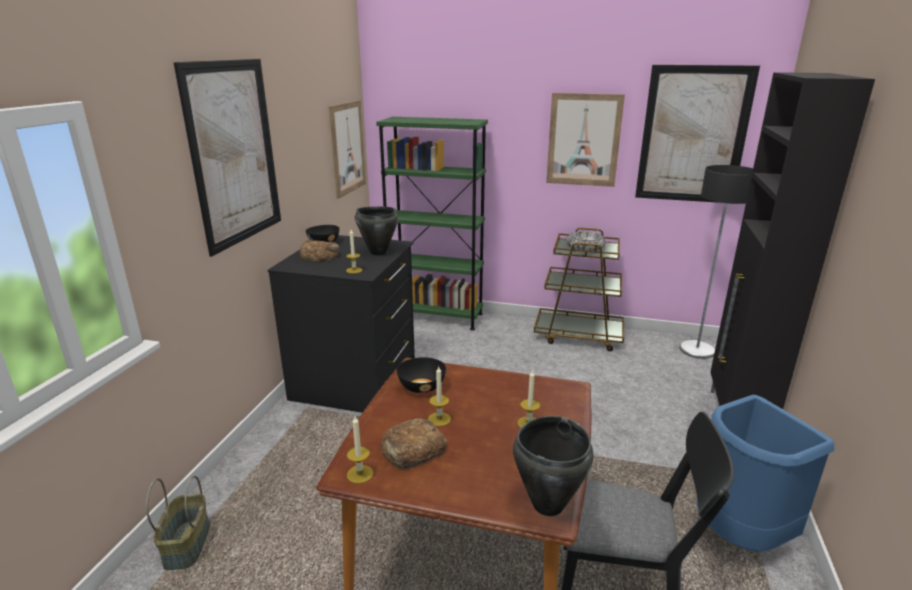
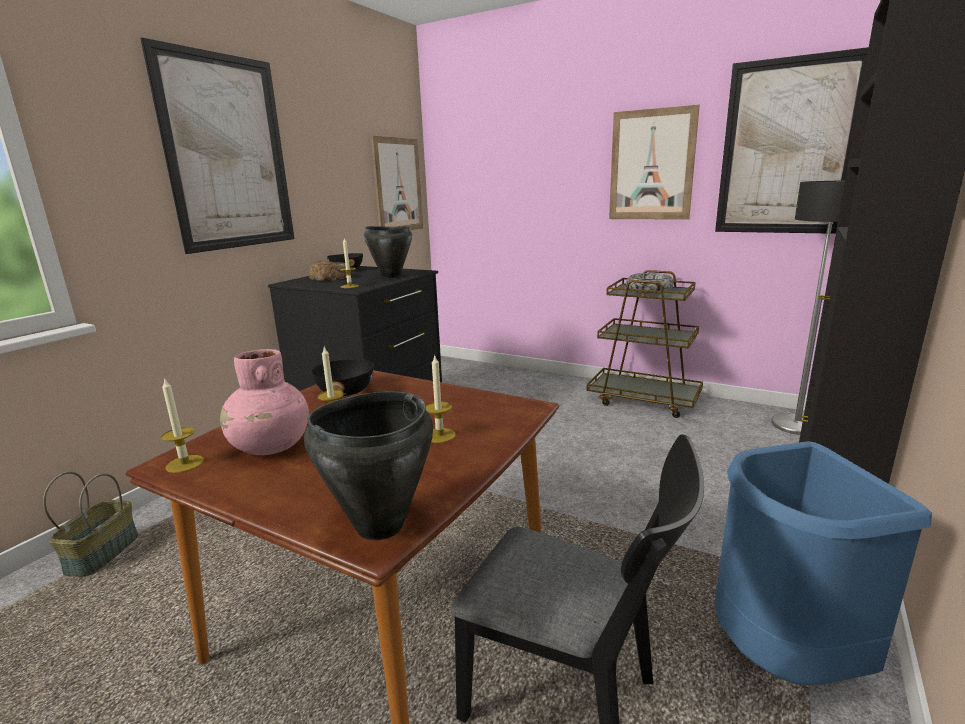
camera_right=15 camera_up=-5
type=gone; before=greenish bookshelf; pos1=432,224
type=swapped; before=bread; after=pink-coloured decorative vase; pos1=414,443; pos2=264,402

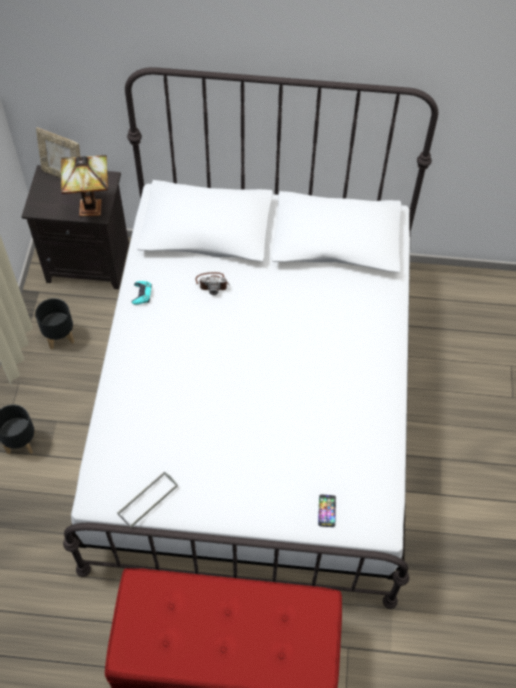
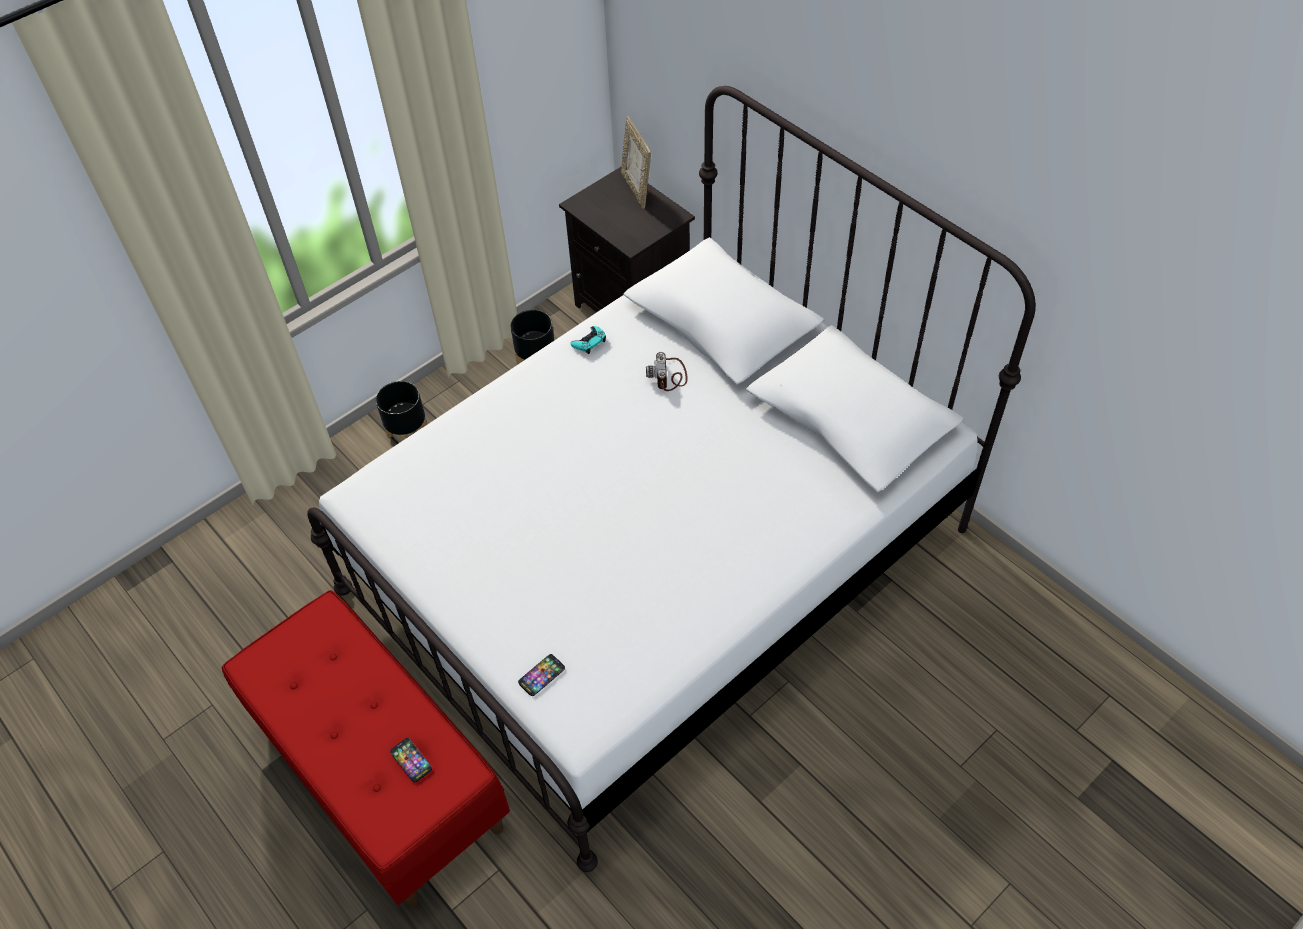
camera_right=45 camera_up=-5
type=gone; before=table lamp; pos1=84,186
type=gone; before=gray serving tray; pos1=147,499
type=rotated; before=photo camera; pos1=212,283; pos2=667,371; turn=45
type=new; after=phone; pos2=411,760

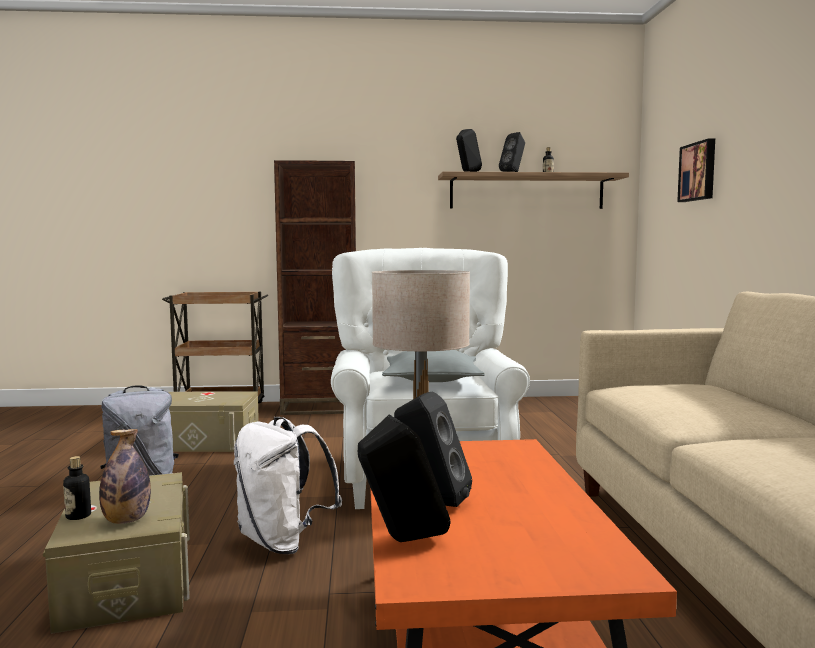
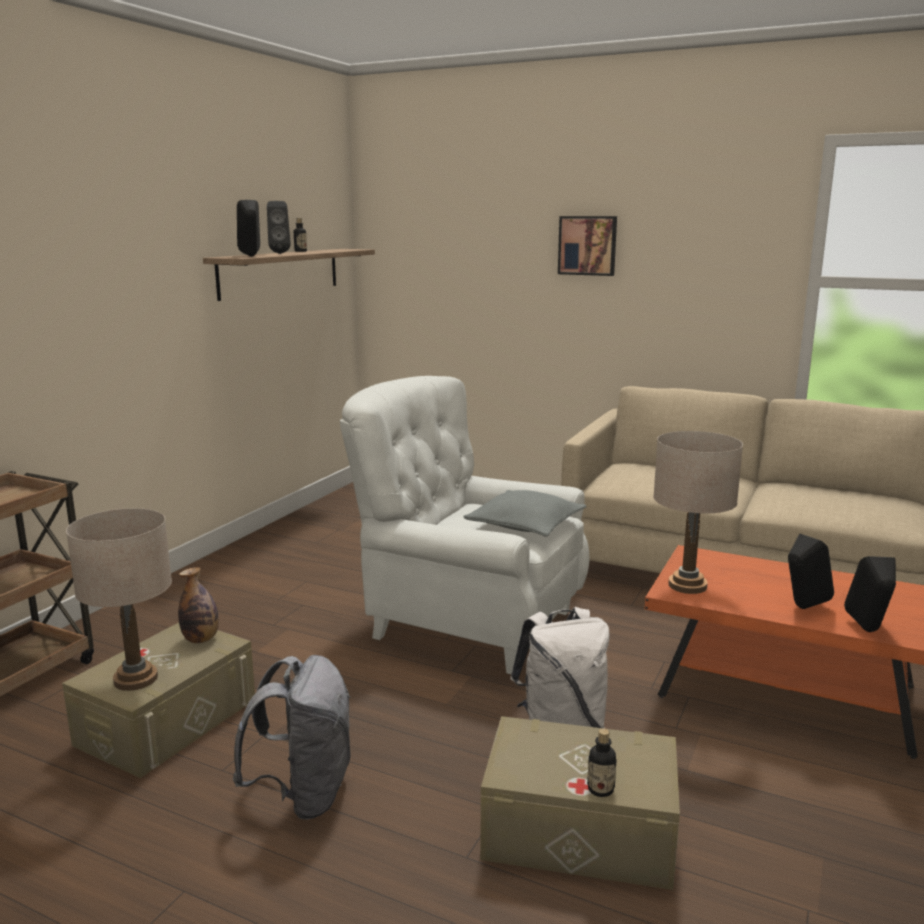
camera_right=-60 camera_up=10
type=shifted; before=beverage bottle; pos1=125,476; pos2=198,605
type=gone; before=brownish bookshelf; pos1=315,287
type=shifted; before=wall art; pos1=696,170; pos2=587,246
type=new; after=beige table lamp; pos2=119,599

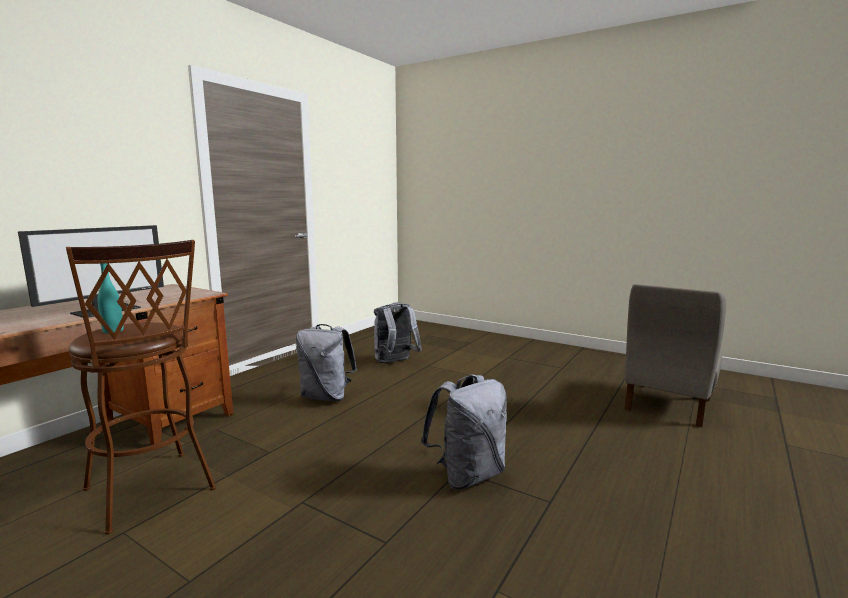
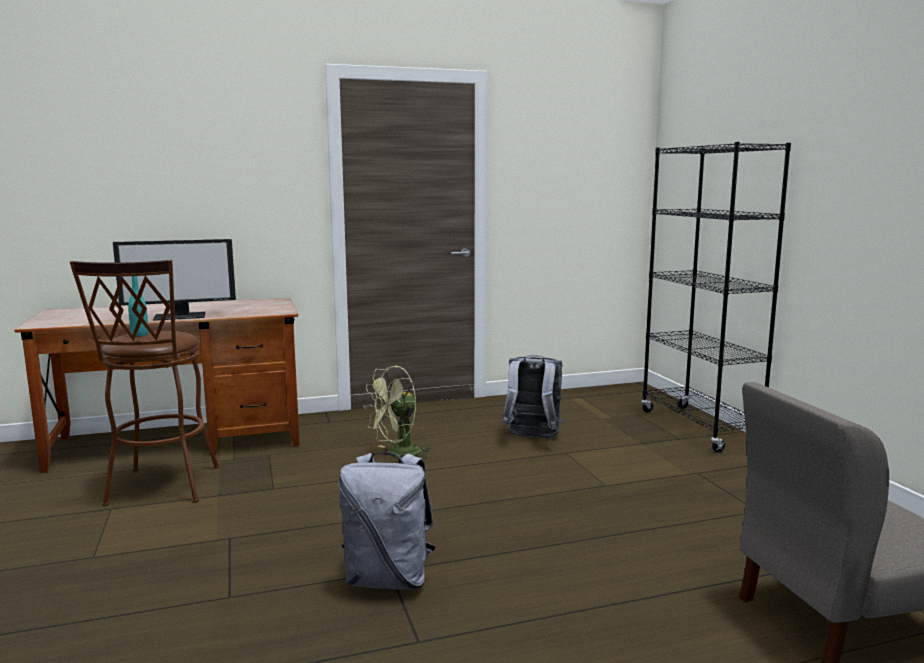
camera_right=40 camera_up=0
type=swapped; before=gray backpack; after=greenish fan; pos1=326,362; pos2=398,412
type=new; after=black-coloured bookshelf; pos2=716,297

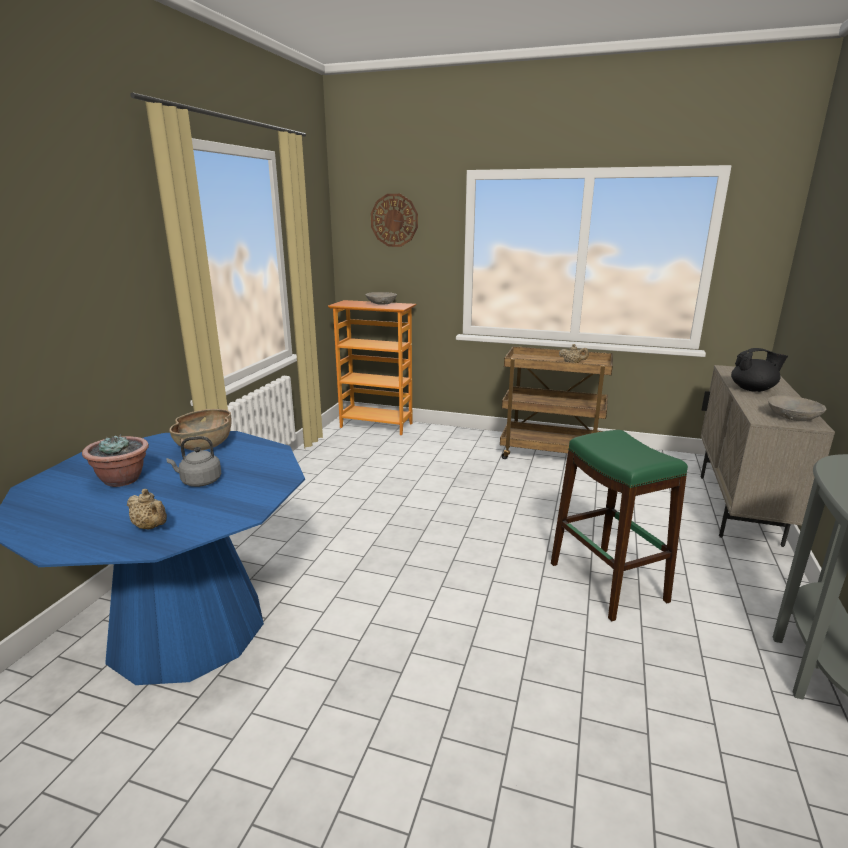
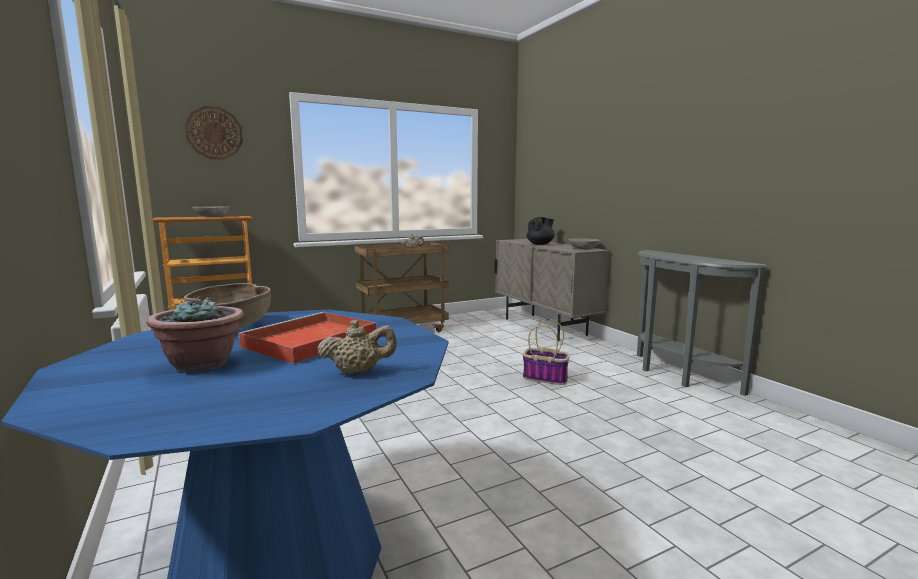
camera_right=-45 camera_up=-10
type=swapped; before=gray water kettle; after=red-coloured serving tray; pos1=193,461; pos2=307,338
type=swapped; before=greenish sitting stool; after=storage basket; pos1=619,525; pos2=546,352

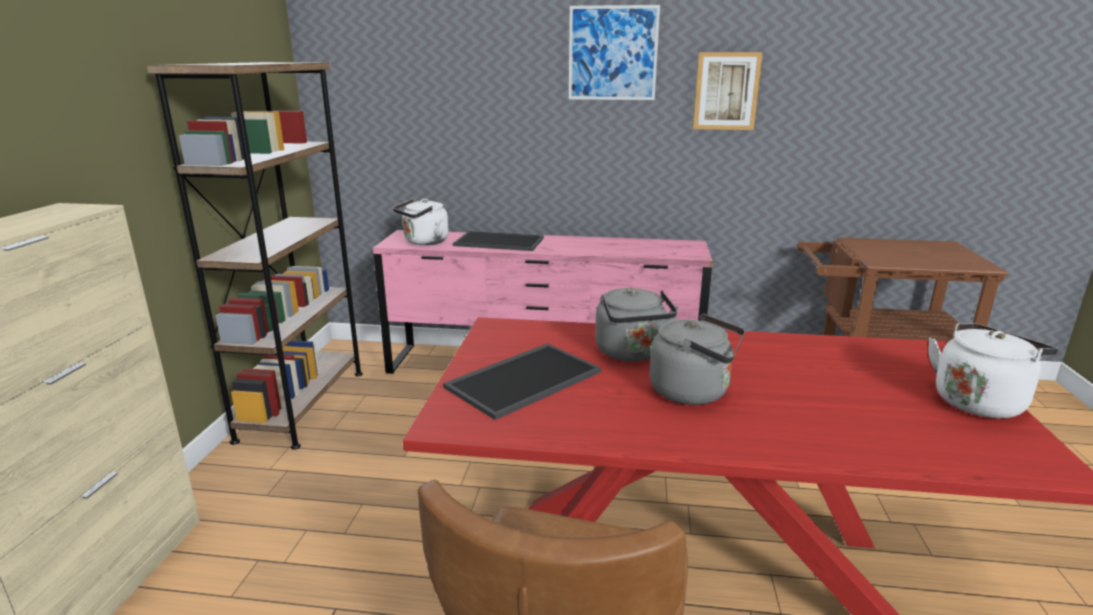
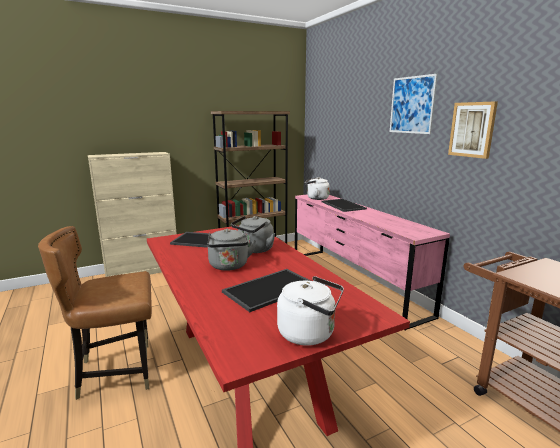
camera_right=55 camera_up=-5
type=new; after=serving tray; pos2=266,290

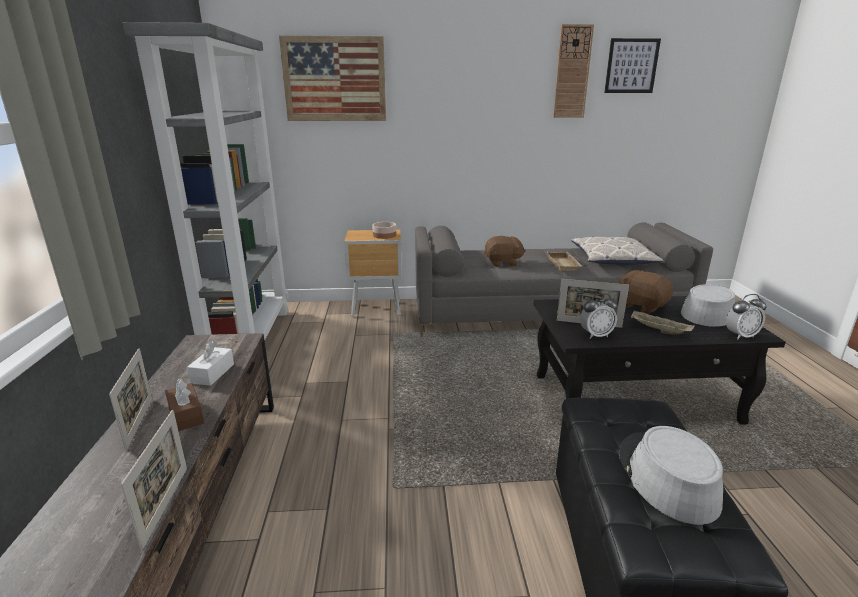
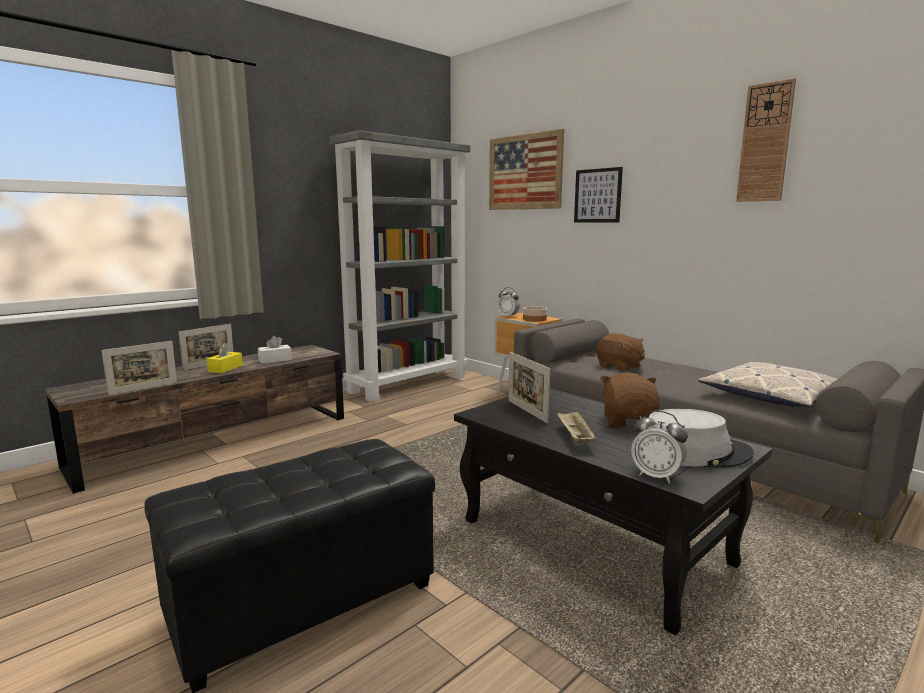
camera_right=50 camera_up=-10
type=repainted; before=brownish tissue holder; after=yellow tissue holder; pos1=184,405; pos2=224,358
type=gone; before=beige serving tray; pos1=565,261
type=shifted; before=table clock; pos1=599,316; pos2=509,302
type=shifted; before=wall art; pos1=632,65; pos2=598,194
type=gone; before=gray wearable hat; pos1=671,475

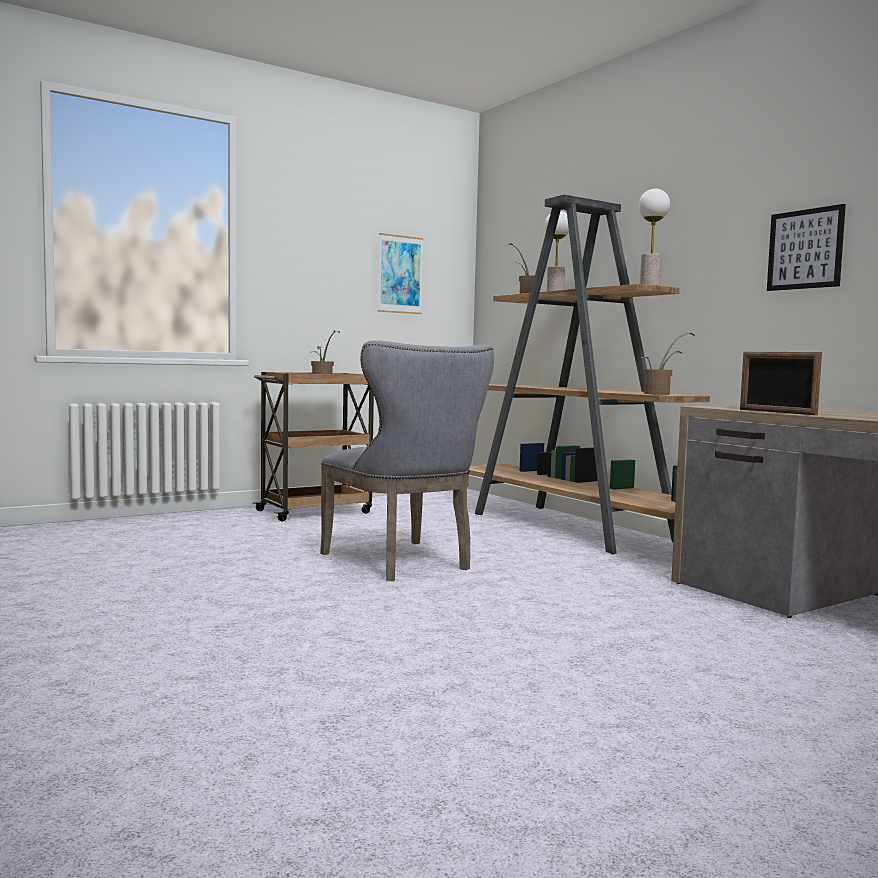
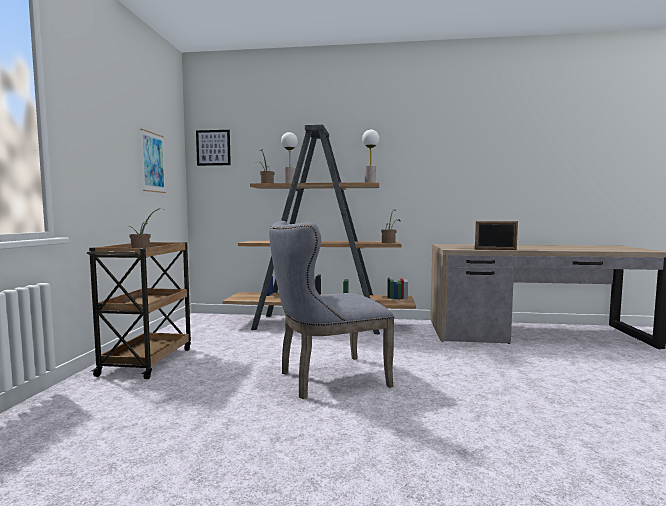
camera_right=-50 camera_up=0
type=rotated; before=gray upright chair; pos1=407,460; pos2=332,310; turn=150
type=shifted; before=wall art; pos1=806,247; pos2=213,148

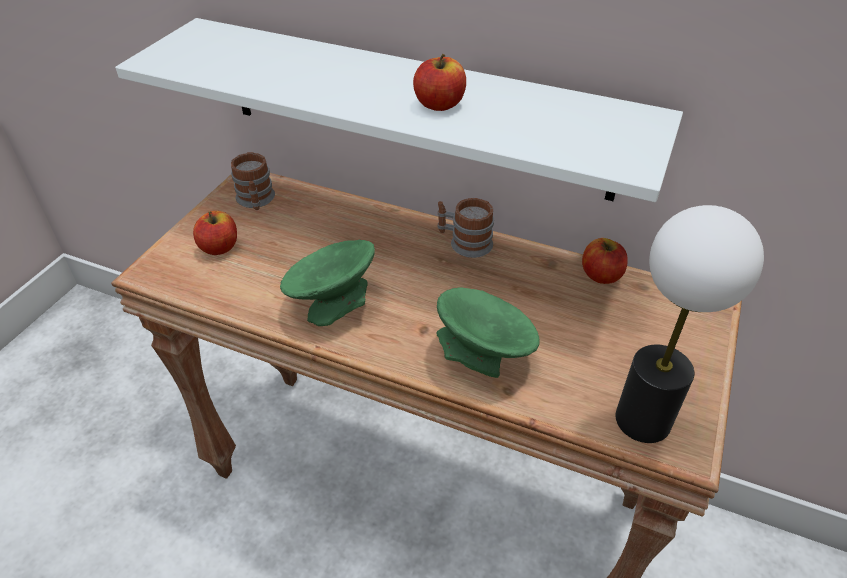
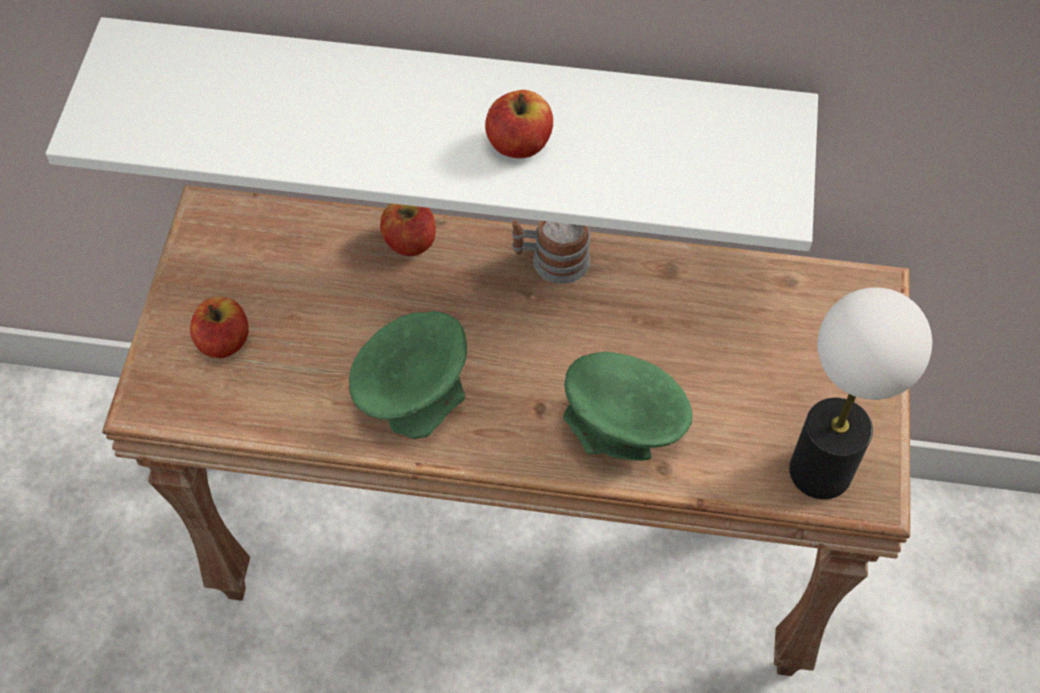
camera_right=-15 camera_up=15
type=gone; before=coffee mug; pos1=253,181
type=shifted; before=apple fruit; pos1=605,261; pos2=408,229

